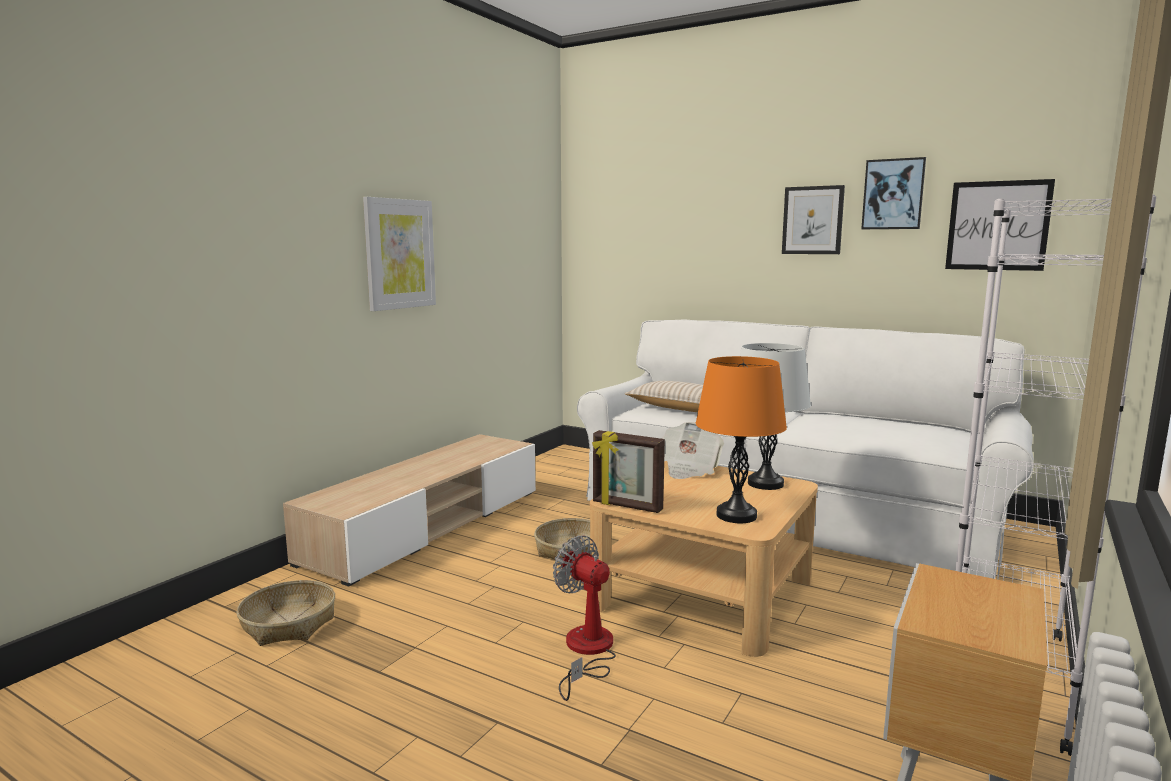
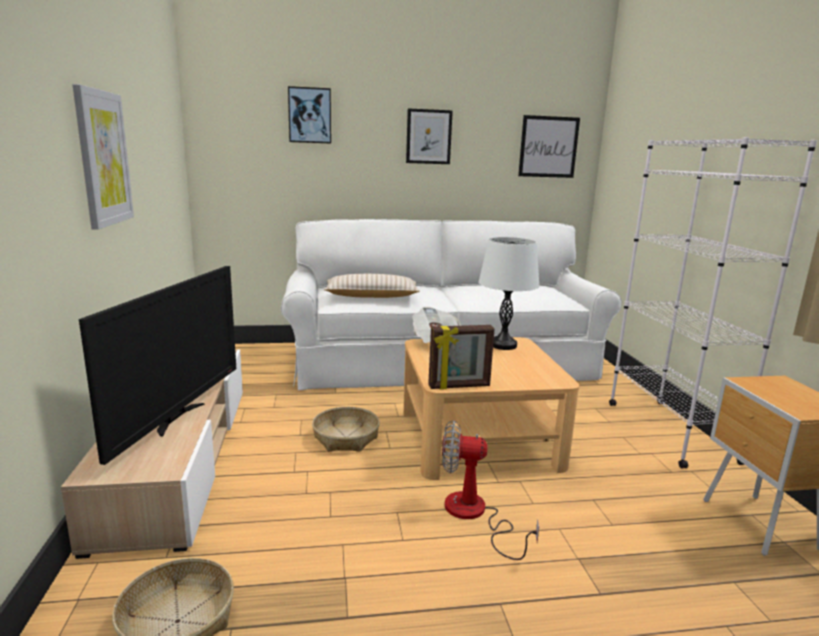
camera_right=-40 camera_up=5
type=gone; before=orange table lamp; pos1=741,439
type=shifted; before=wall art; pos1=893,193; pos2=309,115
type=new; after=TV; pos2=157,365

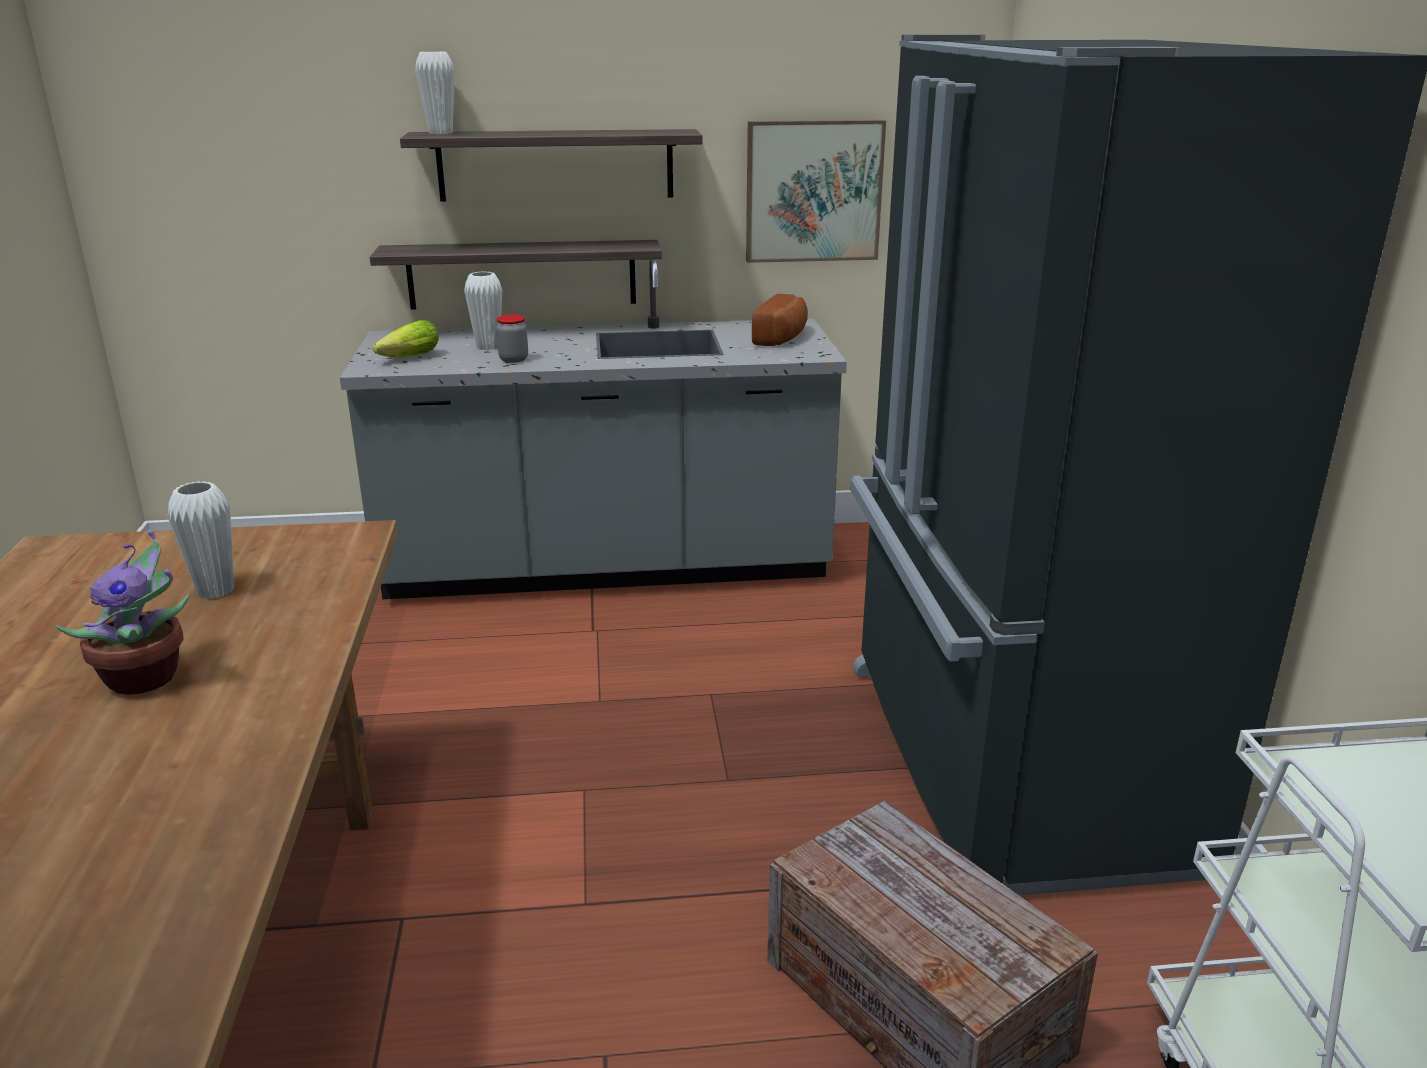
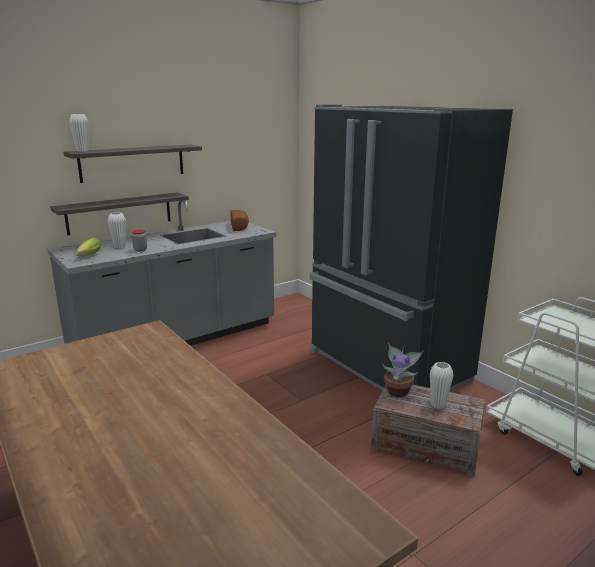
camera_right=-30 camera_up=-5
type=shifted; before=plant in a pot; pos1=122,612; pos2=403,370
type=shifted; before=white-coloured decorative vase; pos1=201,540; pos2=441,385
type=gone; before=wall art; pos1=816,191

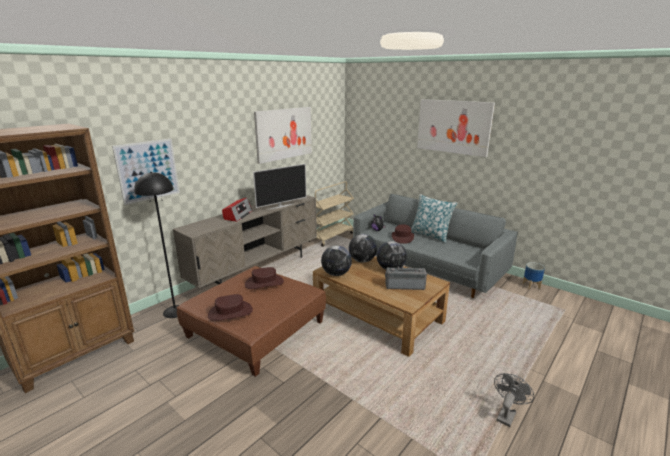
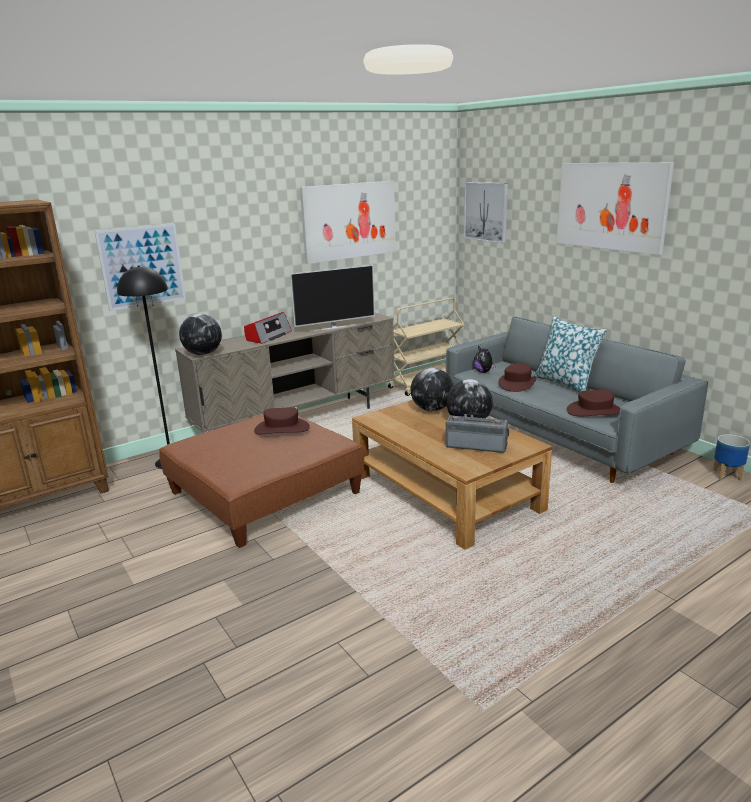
camera_right=15 camera_up=0
type=shifted; before=brownish wearable hat; pos1=230,307; pos2=593,403
type=shifted; before=globe; pos1=336,260; pos2=200,334
type=gone; before=gray fan; pos1=514,400
type=new; after=wall art; pos2=486,213

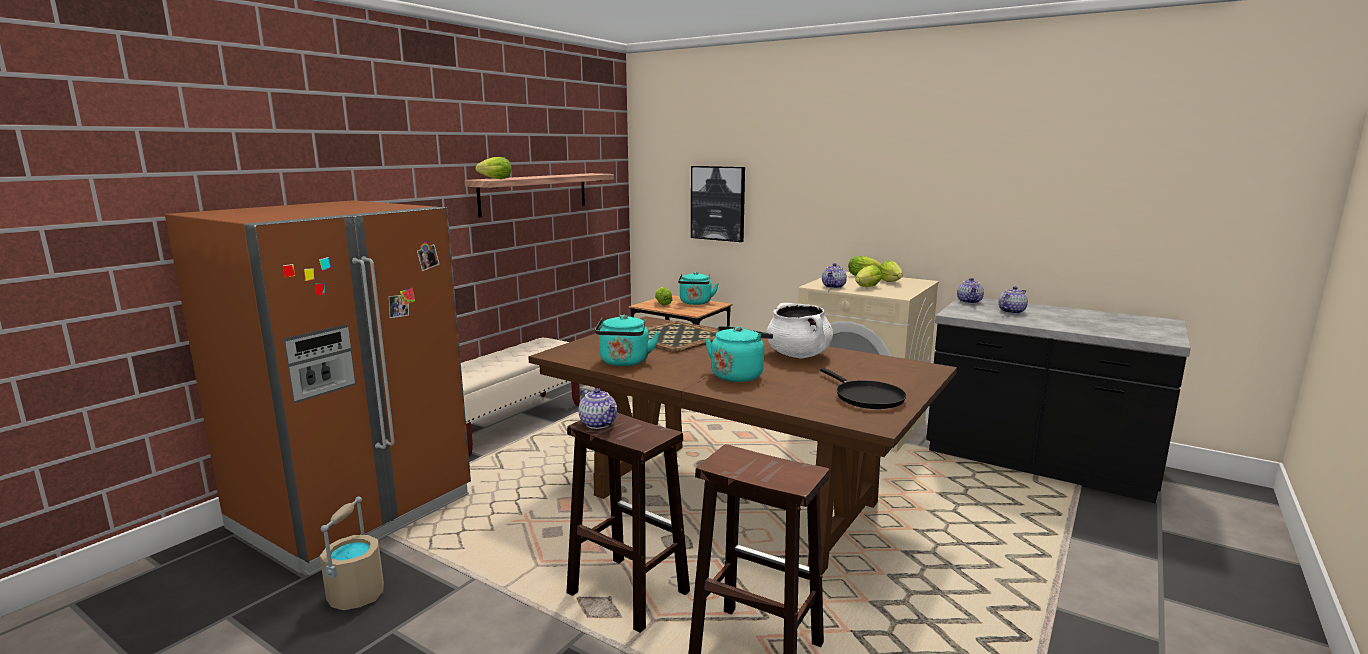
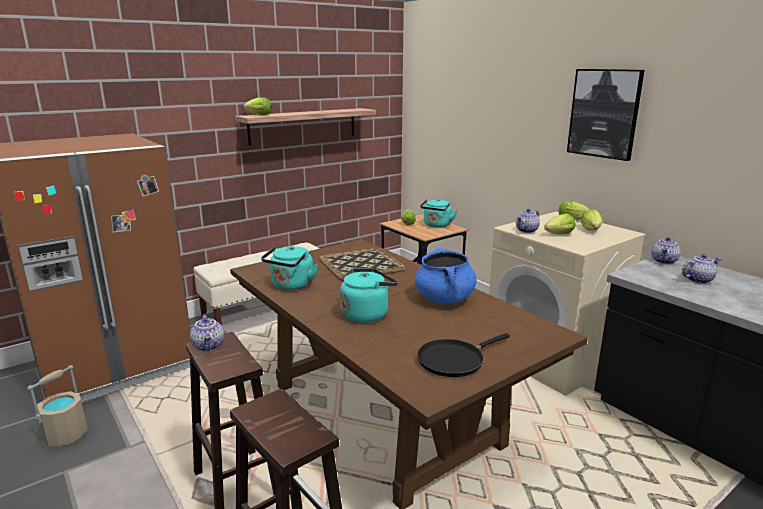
camera_right=20 camera_up=5
type=shifted; before=wall art; pos1=718,204; pos2=606,115
type=repainted; before=white-coloured saucepot; after=blue-coloured saucepot; pos1=799,330; pos2=446,276
type=rotated; before=black-coloured frying pan; pos1=863,388; pos2=463,355; turn=60

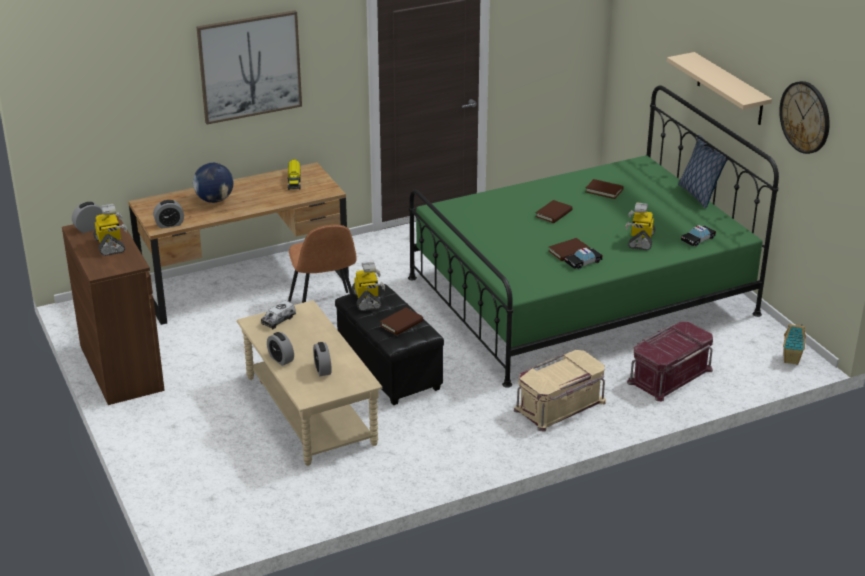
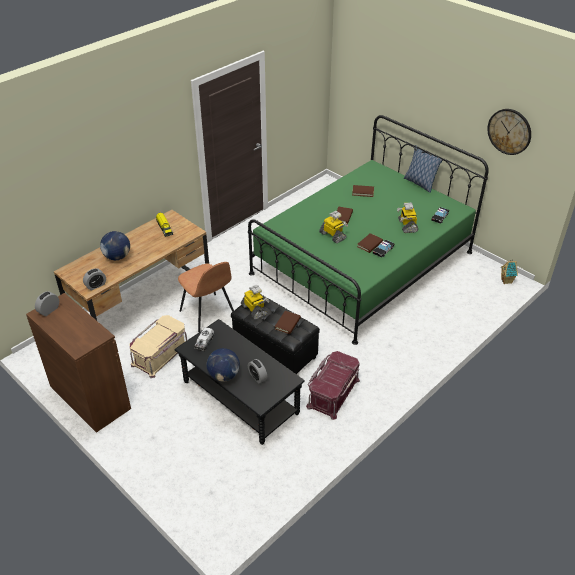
camera_right=-20 camera_up=10
type=shifted; before=model robot; pos1=110,230; pos2=333,227
type=gone; before=wall art; pos1=249,67
type=repainted; before=beige lounge table; after=black-coloured lounge table; pos1=309,383; pos2=240,382
type=swapped; before=table clock; after=globe; pos1=280,349; pos2=223,365
type=shifted; before=beige storage container; pos1=560,390; pos2=158,346
type=shifted; before=red-coloured storage container; pos1=670,361; pos2=333,385
type=gone; before=beige shelf; pos1=719,88

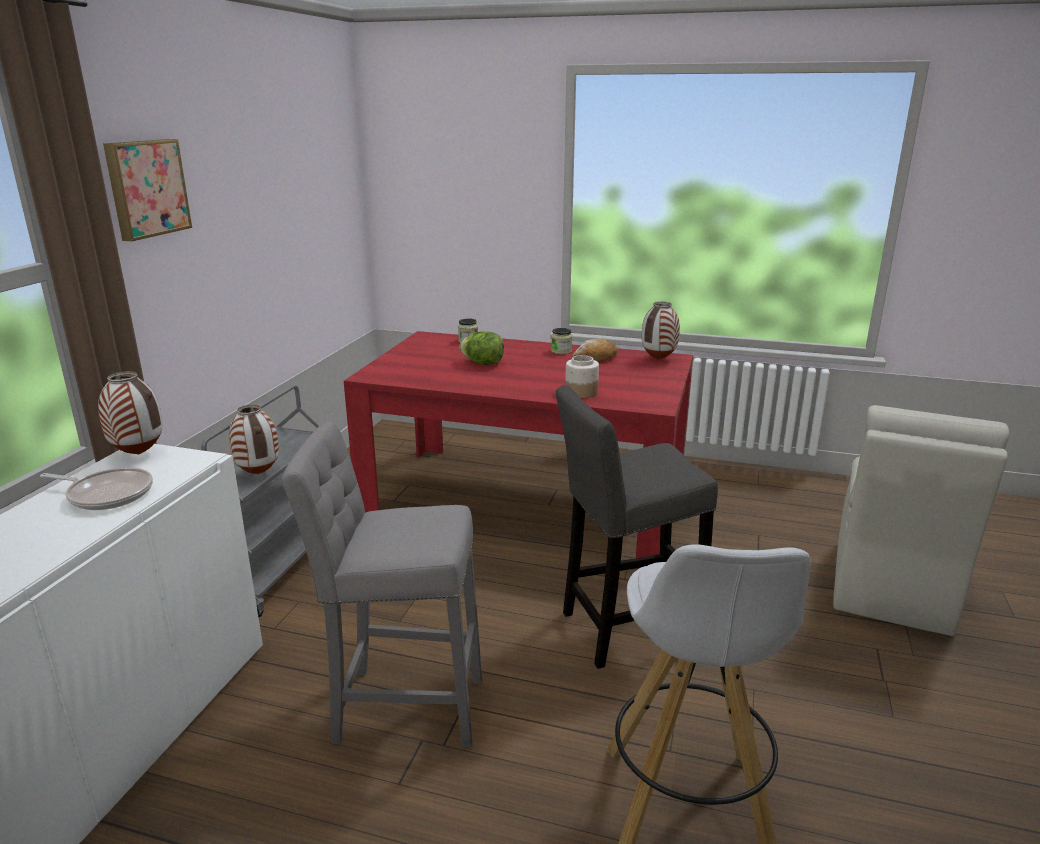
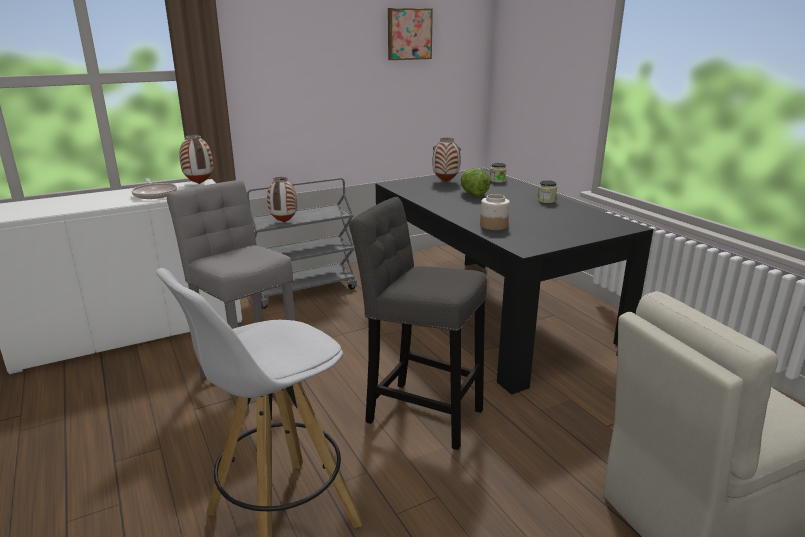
camera_right=45 camera_up=0
type=shifted; before=wall art; pos1=147,190; pos2=410,34
type=repainted; before=red-coloured dinner table; after=black-coloured dinner table; pos1=518,444; pos2=514,282
type=gone; before=bread; pos1=595,349
type=shifted; before=decorative vase; pos1=661,331; pos2=447,160

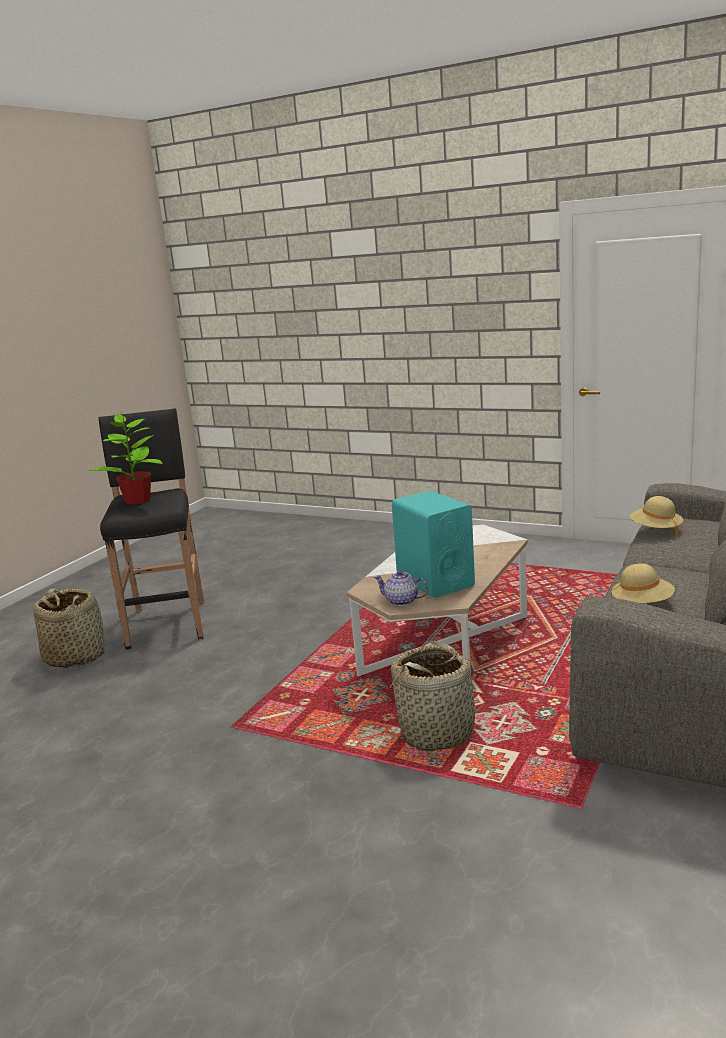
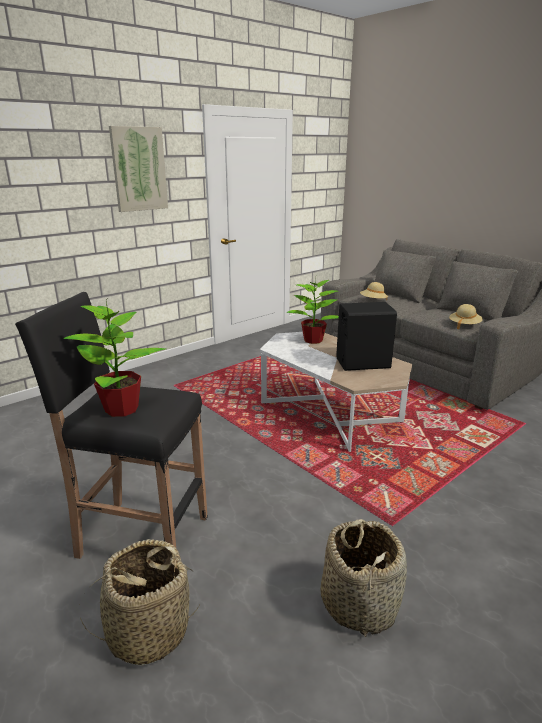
camera_right=-70 camera_up=5
type=gone; before=teapot; pos1=401,588
type=shifted; before=storage basket; pos1=439,696; pos2=364,578
type=repainted; before=blue-green speaker; after=black-coloured speaker; pos1=433,544; pos2=366,336
type=new; after=wall art; pos2=138,169
type=new; after=plant in a pot; pos2=313,312

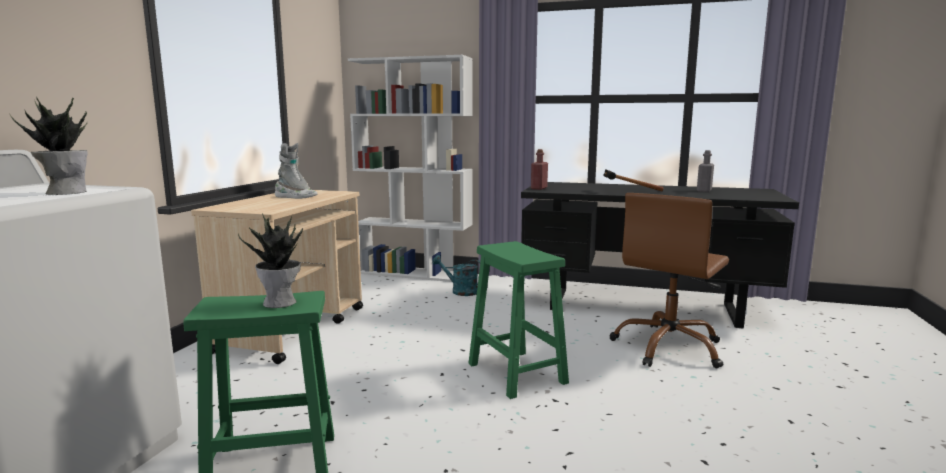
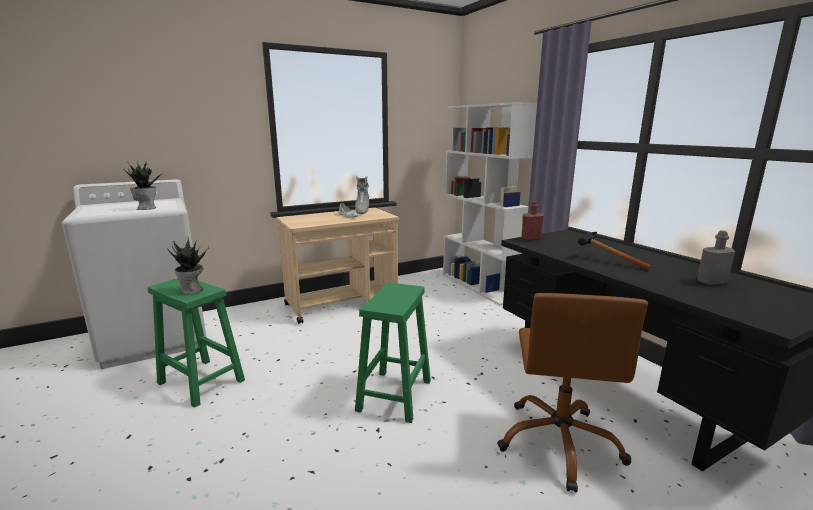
camera_right=45 camera_up=5
type=gone; before=blue-green sprinkling can; pos1=456,275
type=rotated; before=brownish office chair; pos1=669,280; pos2=572,393; turn=-75

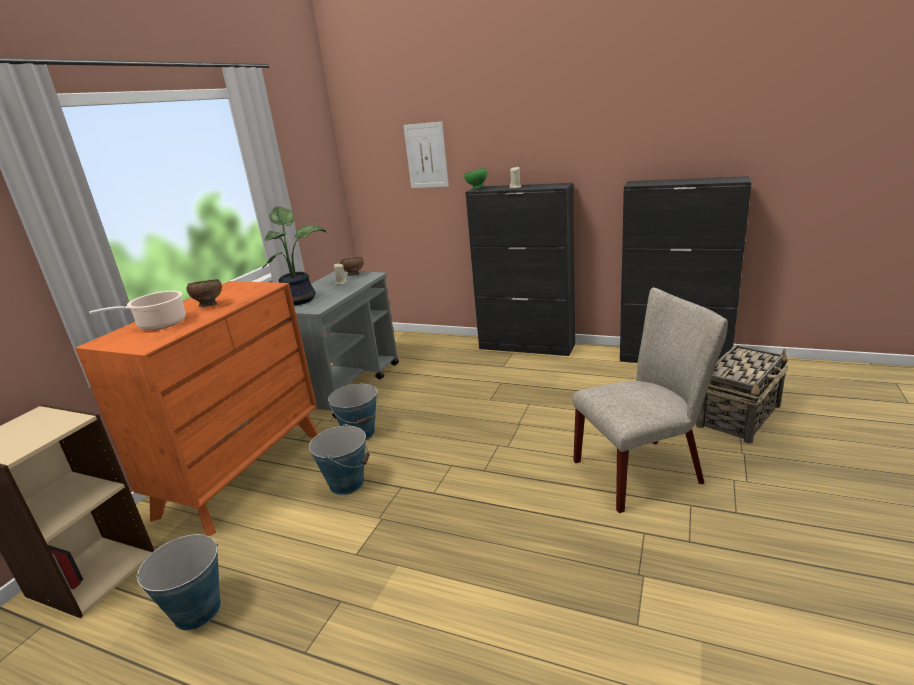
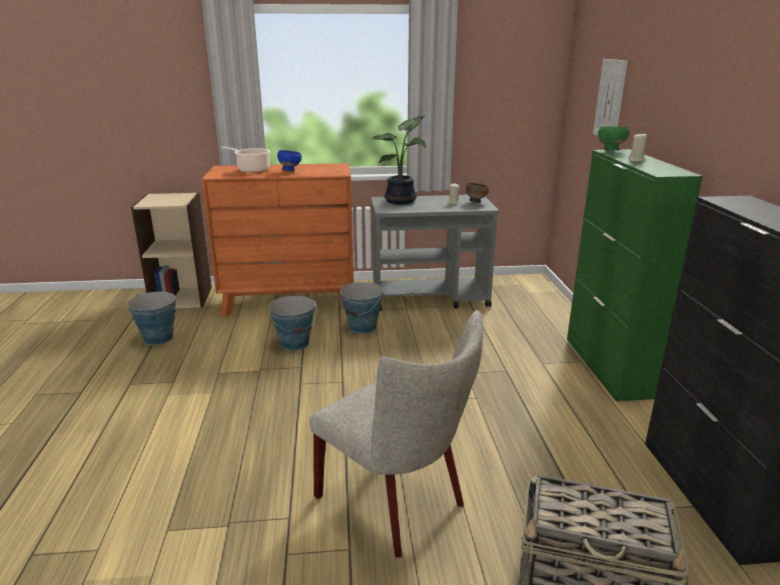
camera_right=60 camera_up=0
type=repainted; before=brownish deep dish; after=blue-coloured deep dish; pos1=204,293; pos2=289,160
type=repainted; before=black-coloured cabinet; after=greenish cabinet; pos1=520,269; pos2=635,275

